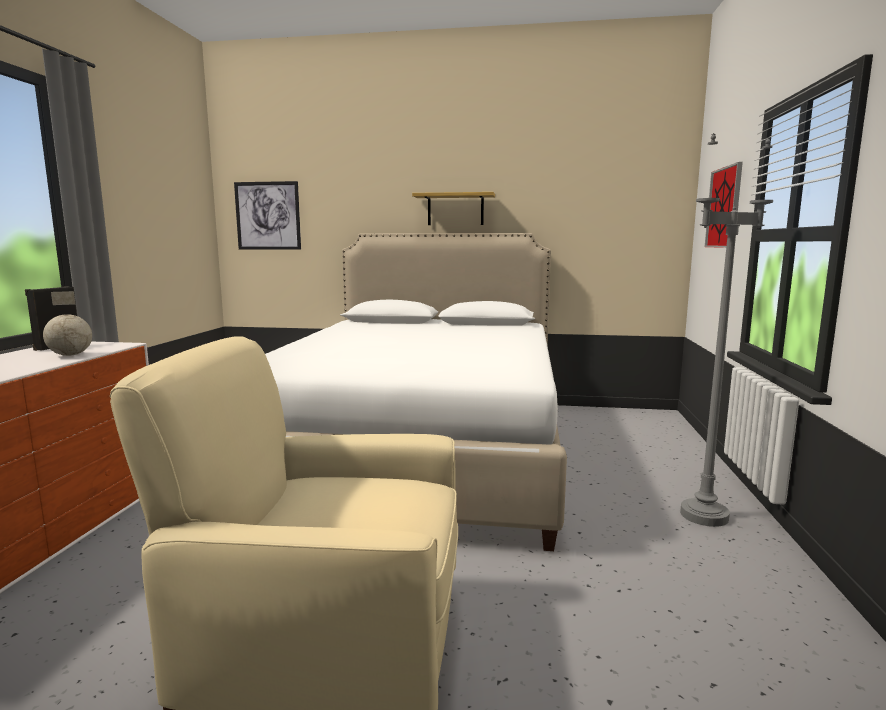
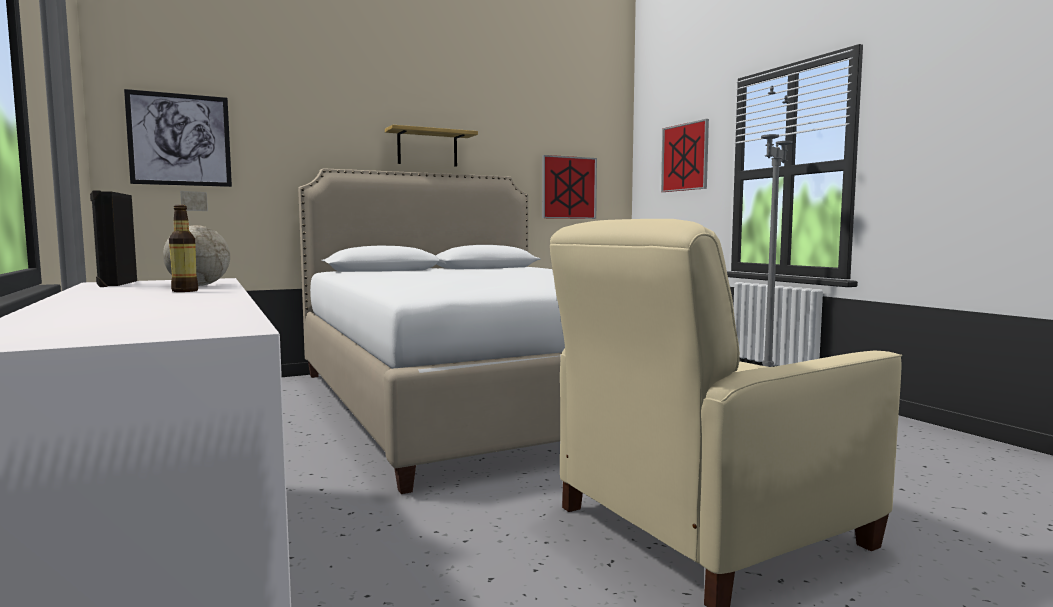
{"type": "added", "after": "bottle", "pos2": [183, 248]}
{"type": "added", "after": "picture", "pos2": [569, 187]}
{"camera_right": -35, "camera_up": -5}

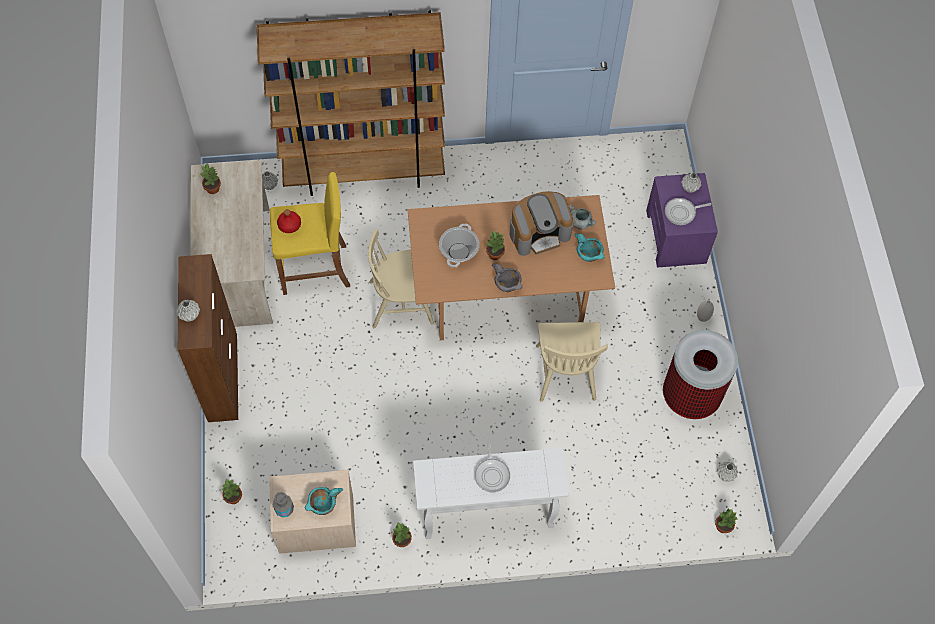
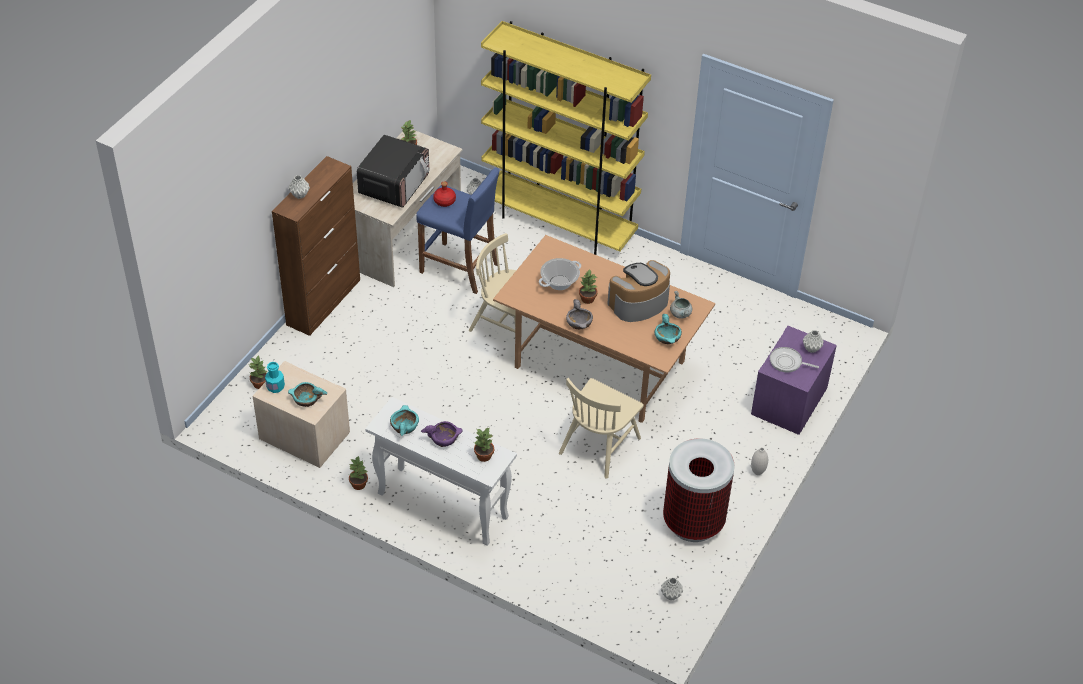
{"type": "recoloured", "before": "bookcase in brown", "after": "bookcase in yellow", "pos1": [351, 103], "pos2": [566, 138]}
{"type": "recoloured", "before": "stool in yellow", "after": "stool in blue", "pos1": [310, 233], "pos2": [457, 230]}
{"type": "recoloured", "before": "bottle in grey", "after": "bottle in turquoise", "pos1": [283, 505], "pos2": [275, 377]}
{"type": "replaced", "before": "frying pan", "after": "bowl in purple", "pos1": [492, 466], "pos2": [441, 434]}
{"type": "turned", "before": "coffee machine", "pos1": [541, 223], "pos2": [639, 291], "turn": 135}
{"type": "moved", "before": "potted plant", "pos1": [726, 521], "pos2": [484, 445]}
{"type": "added", "after": "microwave", "pos2": [393, 171]}
{"type": "added", "after": "bowl in turquoise", "pos2": [404, 420]}
{"camera_right": 35, "camera_up": -15}

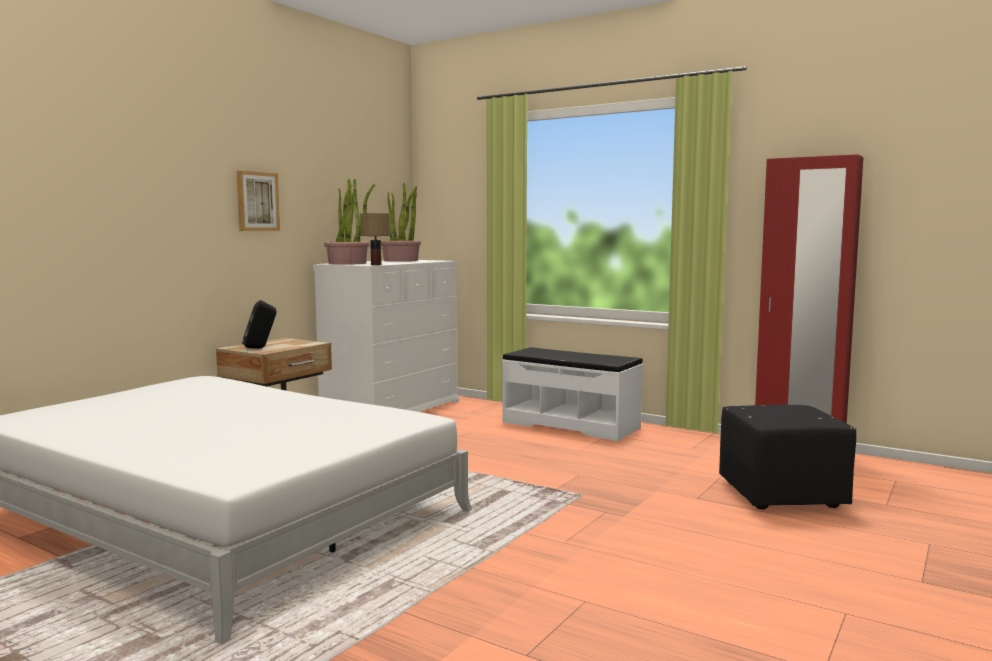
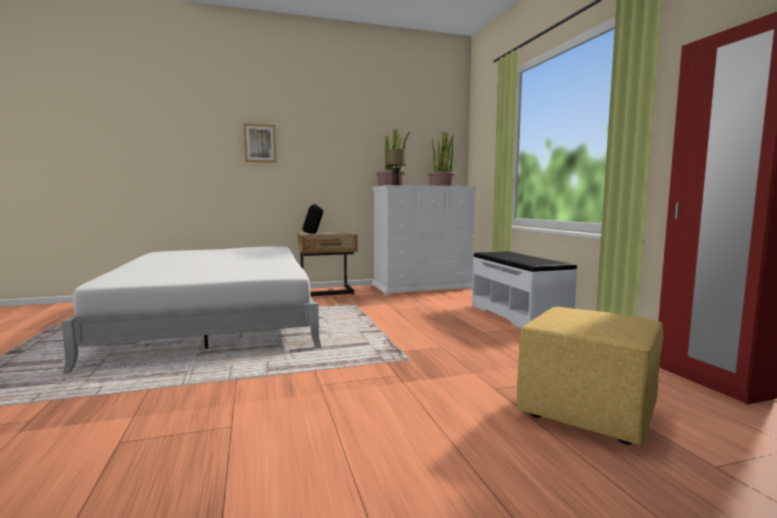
{"type": "moved", "before": "picture", "pos1": [258, 201], "pos2": [259, 143]}
{"type": "recoloured", "before": "ottoman in black", "after": "ottoman in yellow", "pos1": [787, 457], "pos2": [589, 376]}
{"camera_right": 40, "camera_up": 0}

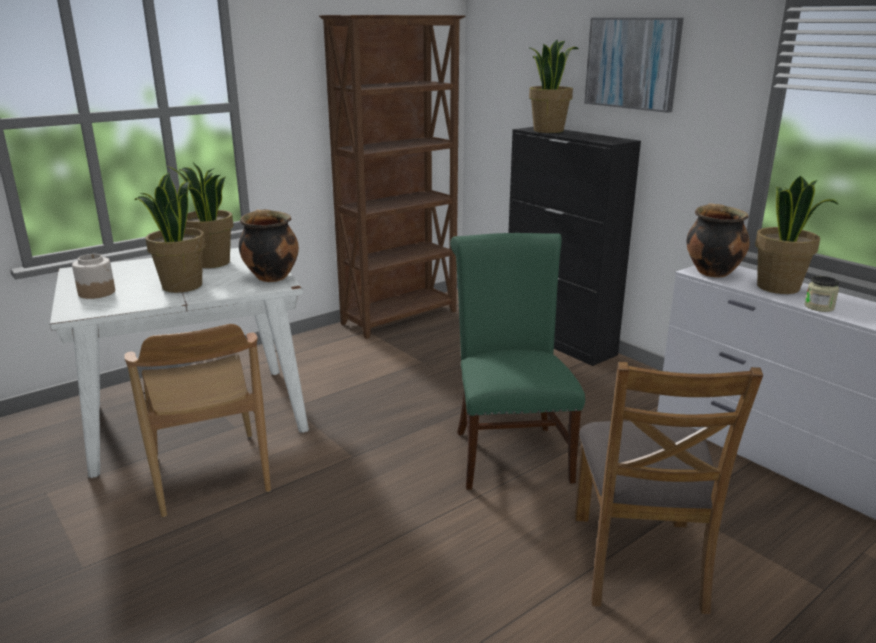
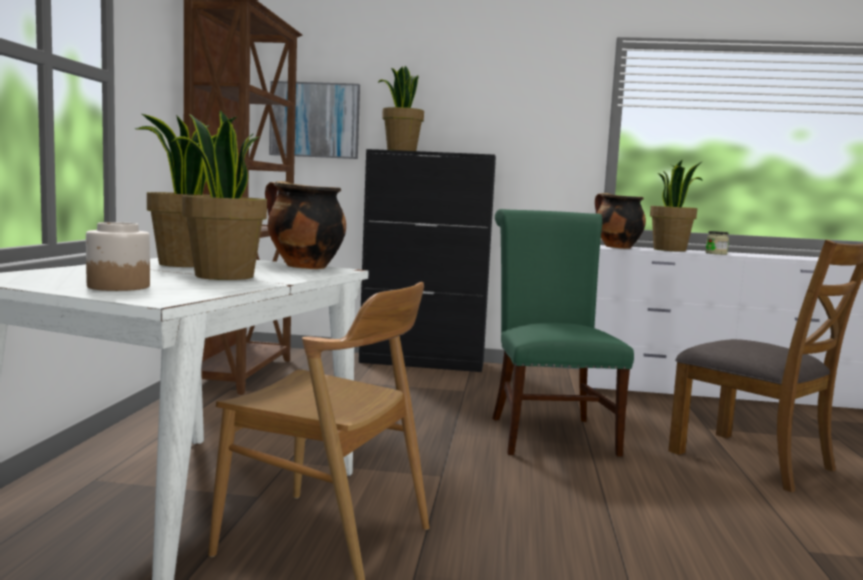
{"type": "turned", "before": "chair in green", "pos1": [517, 361], "pos2": [563, 332], "turn": 45}
{"type": "moved", "before": "picture", "pos1": [634, 65], "pos2": [314, 120]}
{"camera_right": -45, "camera_up": -15}

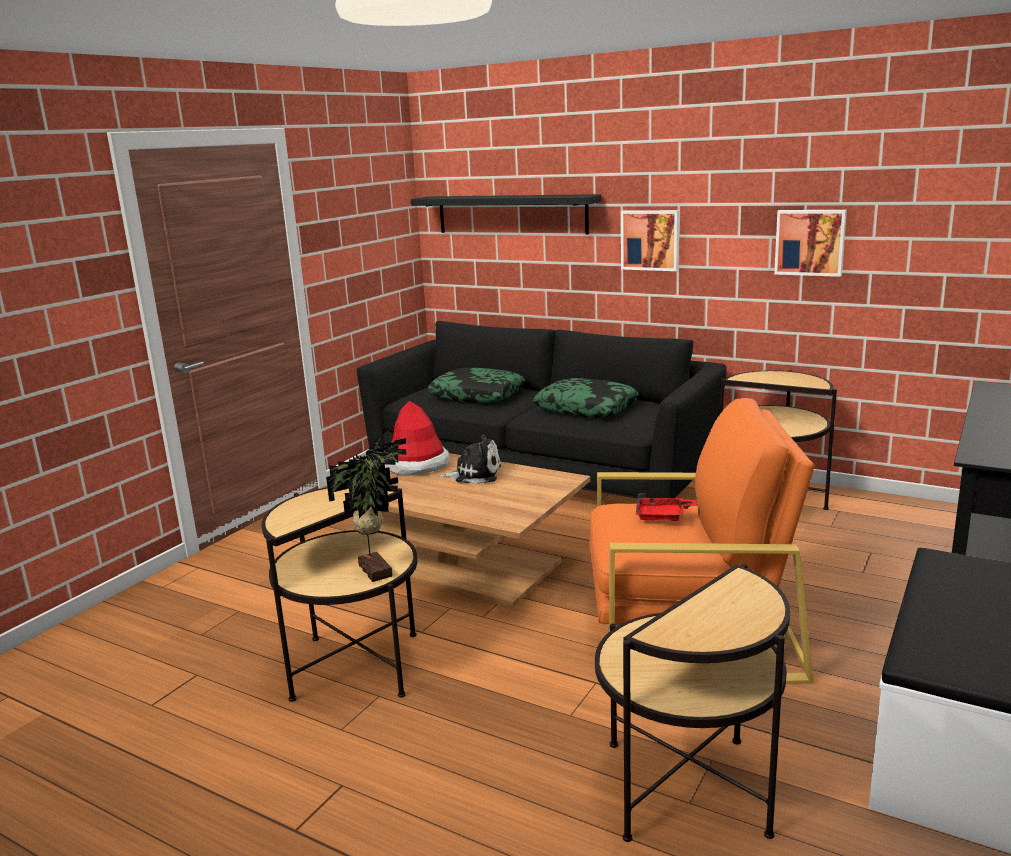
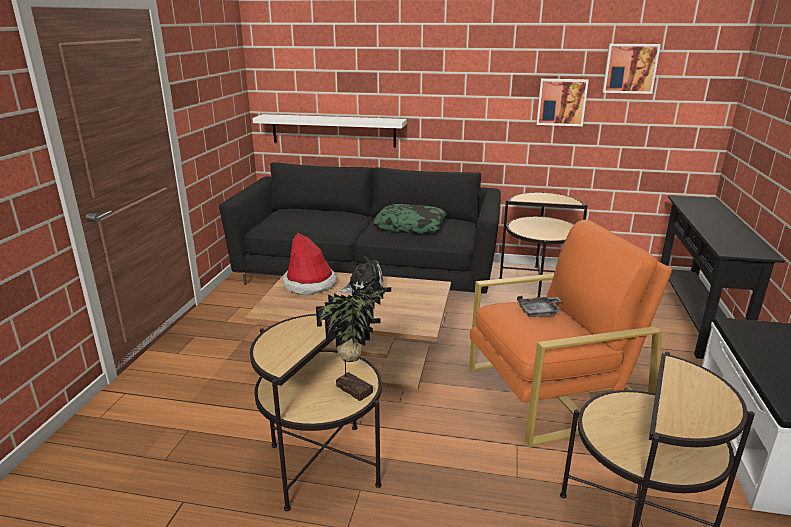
{"type": "removed", "before": "shelf in black", "pos1": [506, 214]}
{"type": "removed", "before": "pillow", "pos1": [476, 385]}
{"type": "moved", "before": "picture", "pos1": [650, 240], "pos2": [631, 69]}
{"type": "recoloured", "before": "tray in red", "after": "tray in grey", "pos1": [666, 507], "pos2": [539, 306]}
{"type": "added", "after": "shelf in white", "pos2": [329, 130]}
{"camera_right": -20, "camera_up": 5}

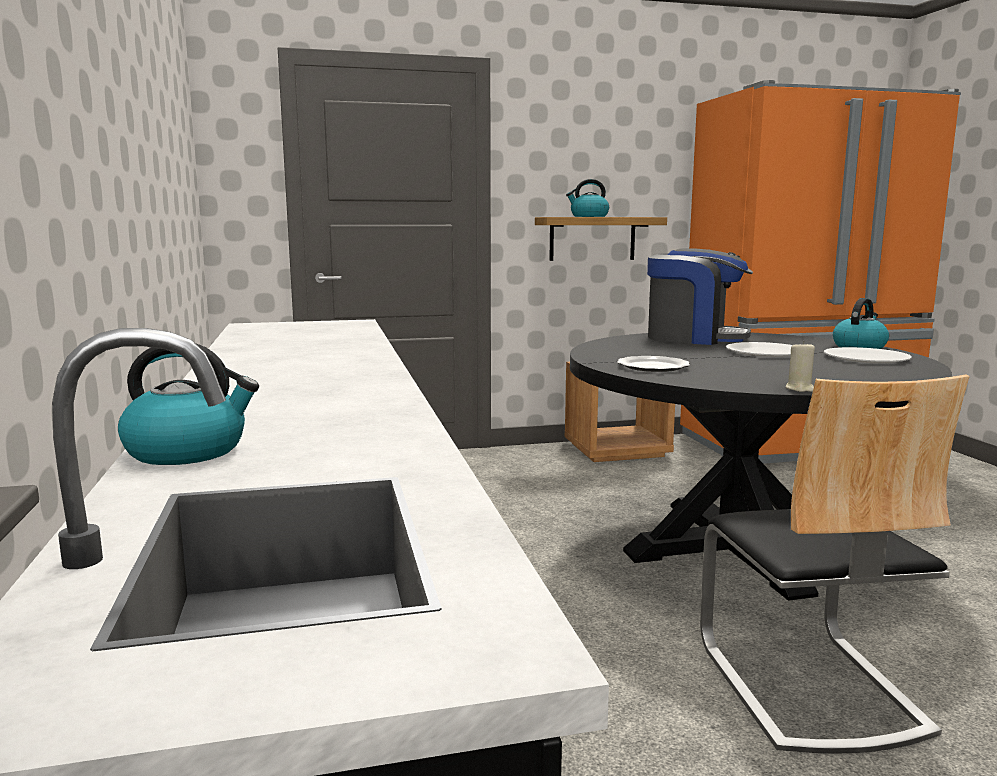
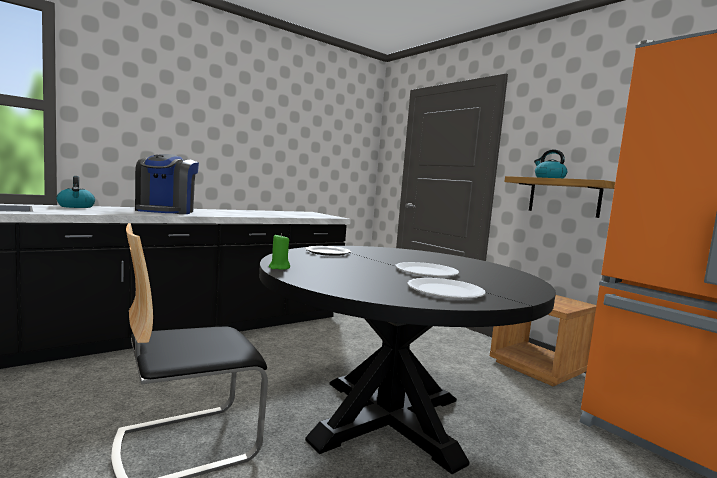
{"type": "moved", "before": "coffee machine", "pos1": [700, 296], "pos2": [167, 184]}
{"type": "recoloured", "before": "candle in beige", "after": "candle in green", "pos1": [800, 366], "pos2": [279, 252]}
{"type": "removed", "before": "kettle", "pos1": [861, 323]}
{"camera_right": 65, "camera_up": -5}

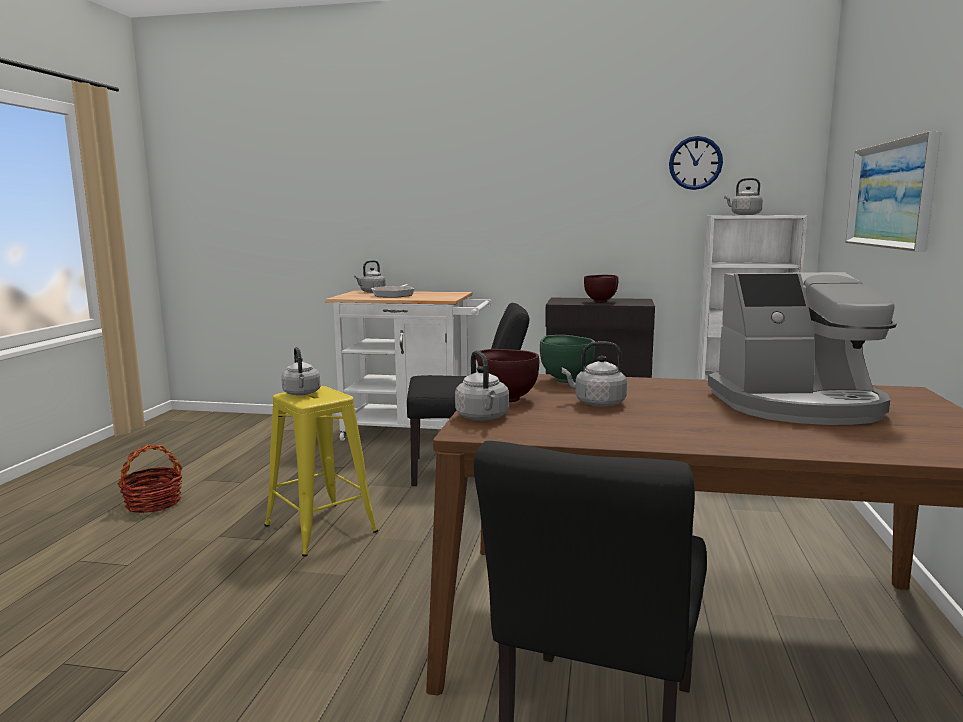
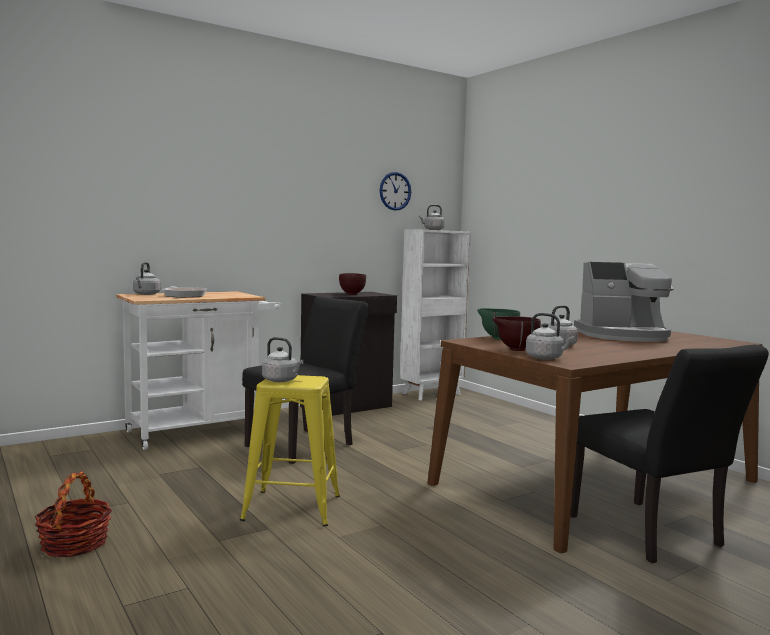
{"type": "turned", "before": "coffee machine", "pos1": [802, 348], "pos2": [624, 302], "turn": 45}
{"type": "removed", "before": "picture", "pos1": [893, 191]}
{"camera_right": -45, "camera_up": -5}

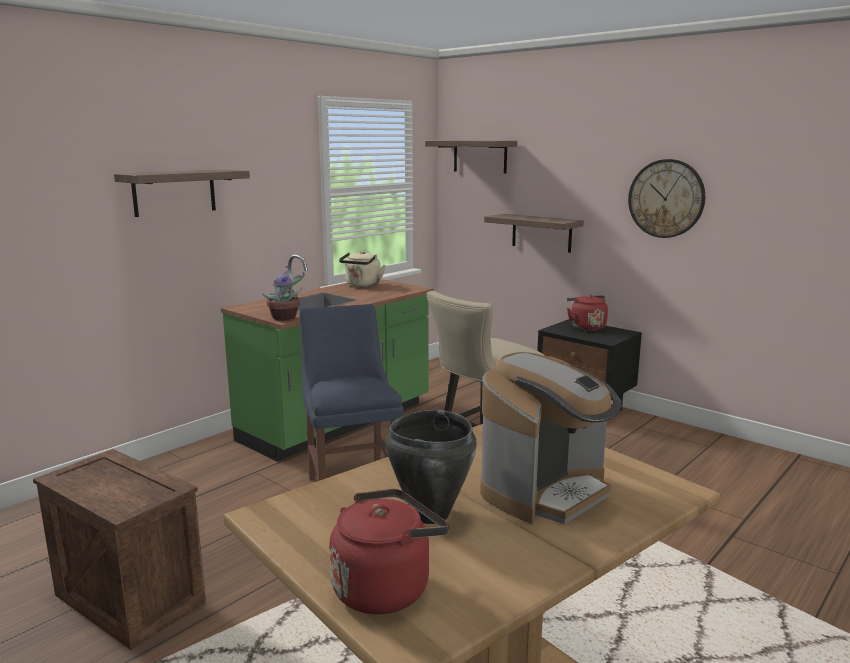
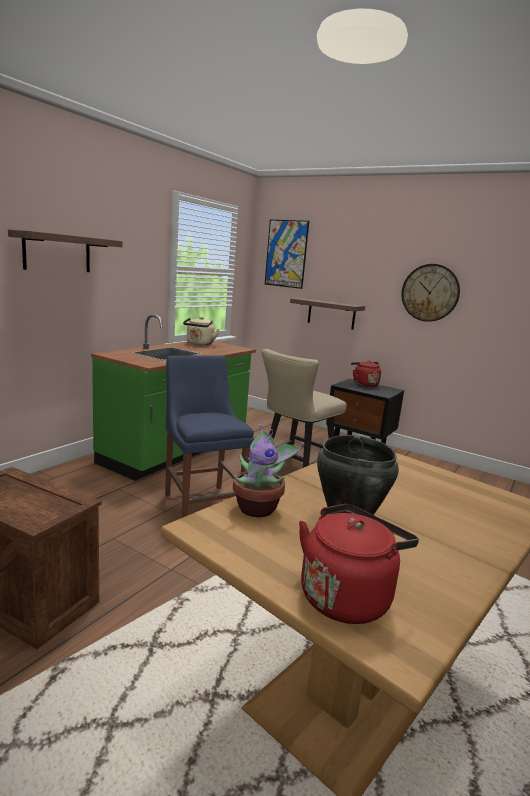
{"type": "moved", "before": "potted plant", "pos1": [283, 293], "pos2": [269, 470]}
{"type": "replaced", "before": "shelf", "after": "picture", "pos1": [471, 157], "pos2": [287, 254]}
{"type": "removed", "before": "coffee machine", "pos1": [551, 438]}
{"camera_right": -10, "camera_up": 0}

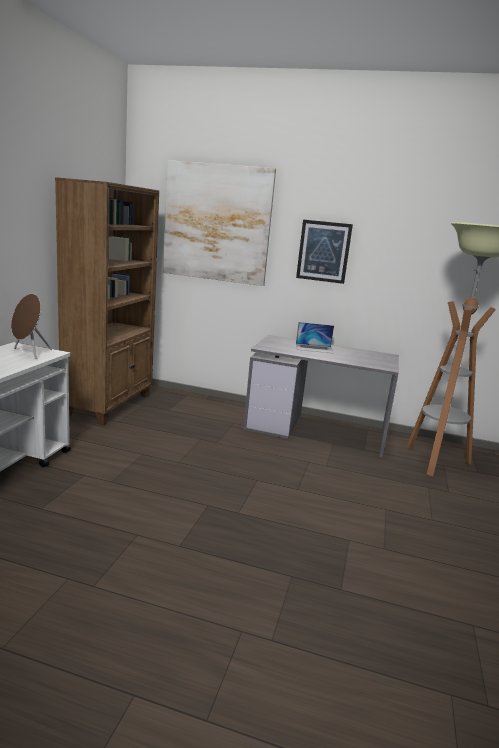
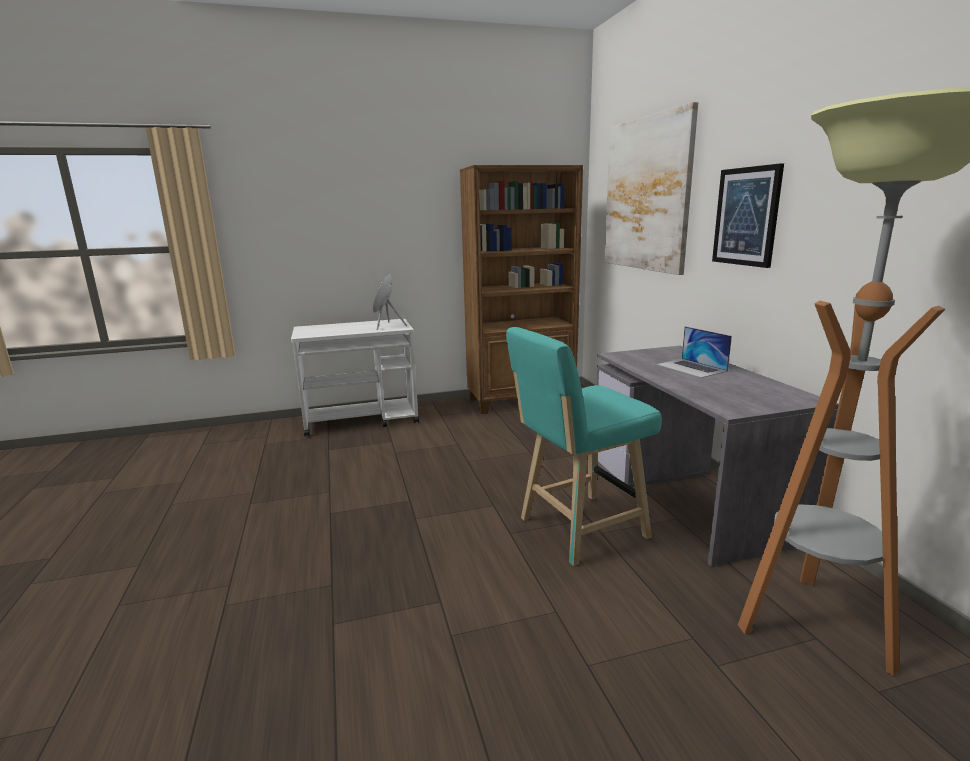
{"type": "added", "after": "stool in turquoise", "pos2": [584, 446]}
{"camera_right": 60, "camera_up": 0}

